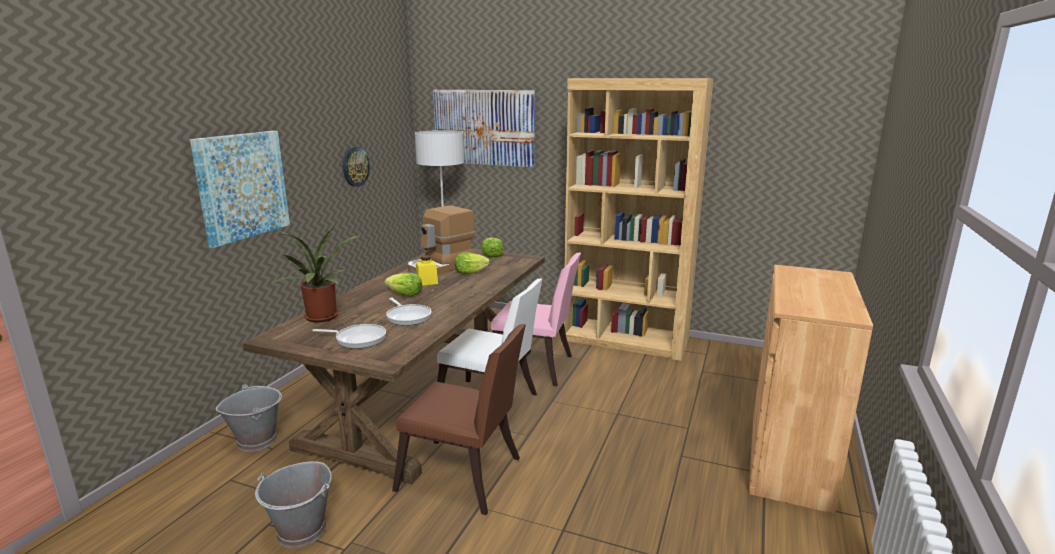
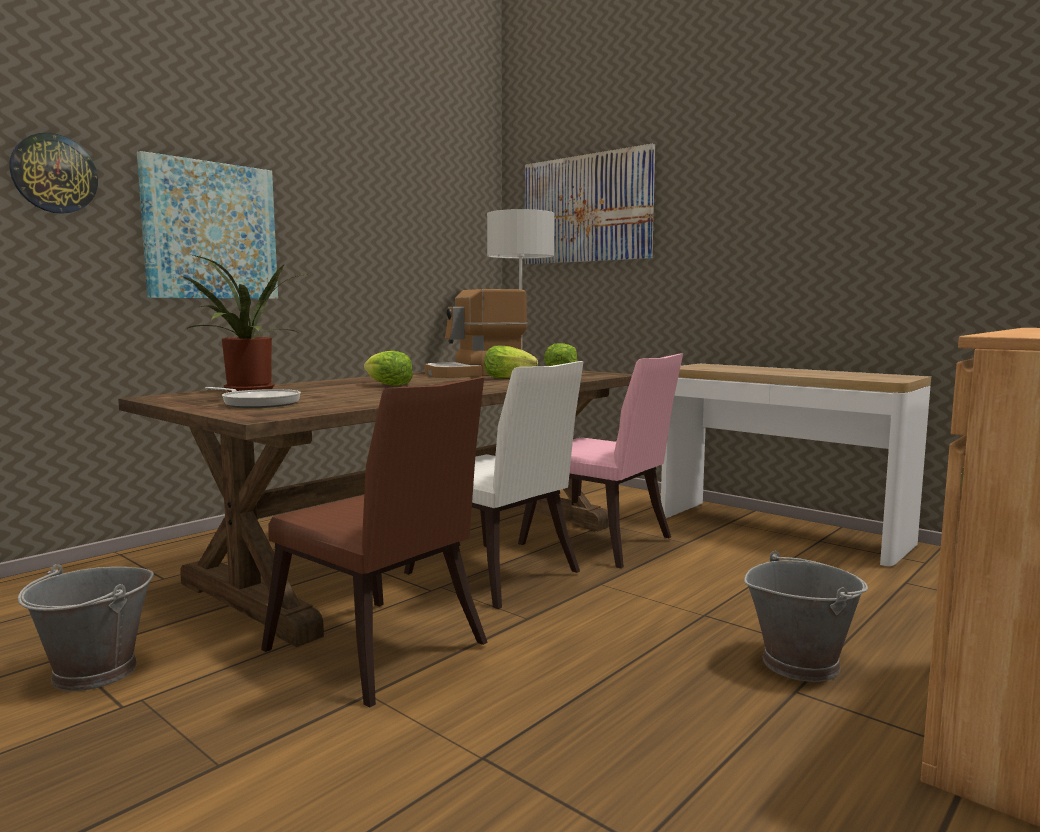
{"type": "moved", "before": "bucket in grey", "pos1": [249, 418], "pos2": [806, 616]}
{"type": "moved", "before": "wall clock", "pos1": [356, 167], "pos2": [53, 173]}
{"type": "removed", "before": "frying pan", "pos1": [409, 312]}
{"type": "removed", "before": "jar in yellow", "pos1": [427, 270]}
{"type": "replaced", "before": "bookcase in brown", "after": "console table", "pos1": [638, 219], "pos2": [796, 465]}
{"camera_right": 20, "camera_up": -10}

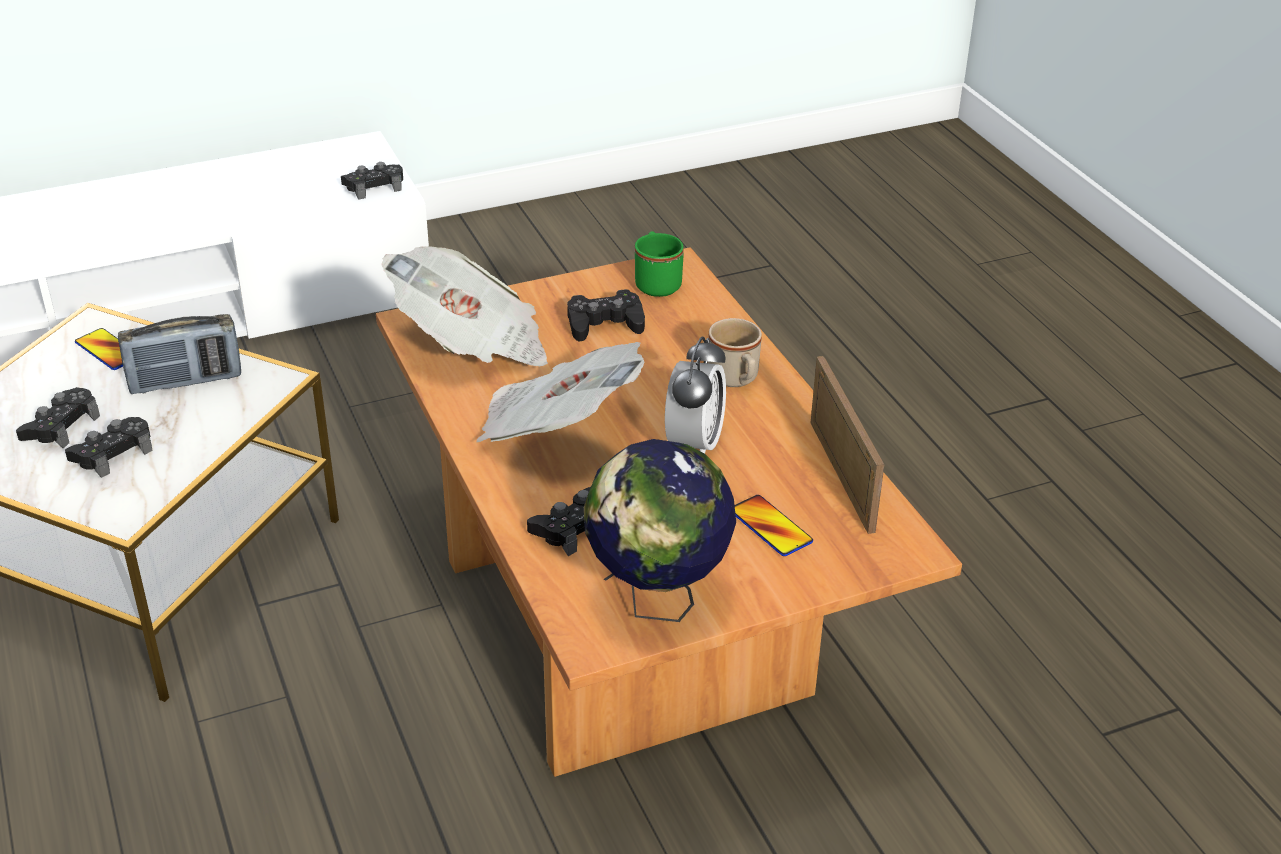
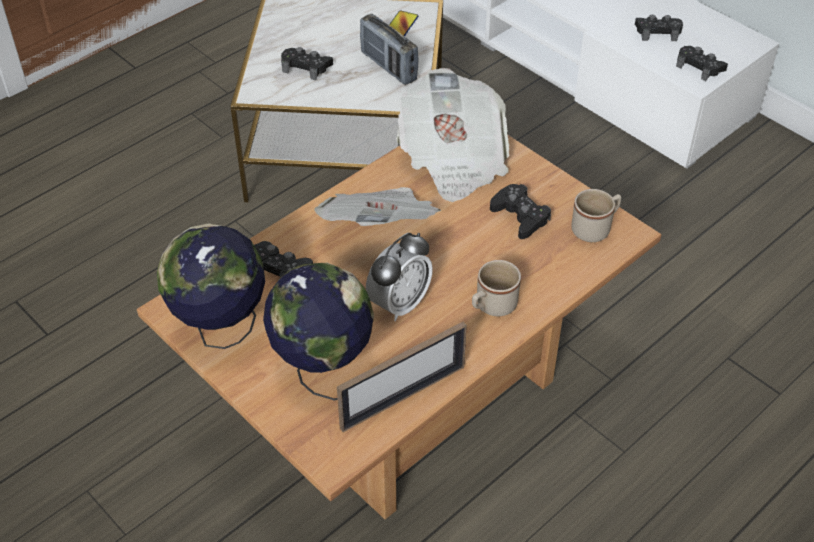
{"type": "moved", "before": "game controller in black", "pos1": [58, 417], "pos2": [659, 28]}
{"type": "recoloured", "before": "mug in green", "after": "mug in beige", "pos1": [659, 264], "pos2": [596, 215]}
{"type": "turned", "before": "alarm clock", "pos1": [695, 395], "pos2": [399, 277], "turn": -45}
{"type": "replaced", "before": "phone", "after": "globe", "pos1": [774, 525], "pos2": [318, 332]}
{"camera_right": 70, "camera_up": 10}

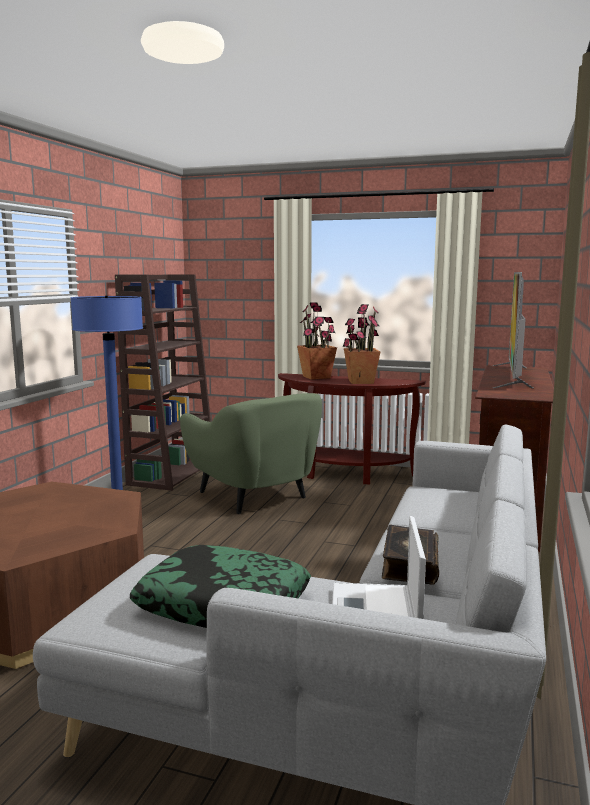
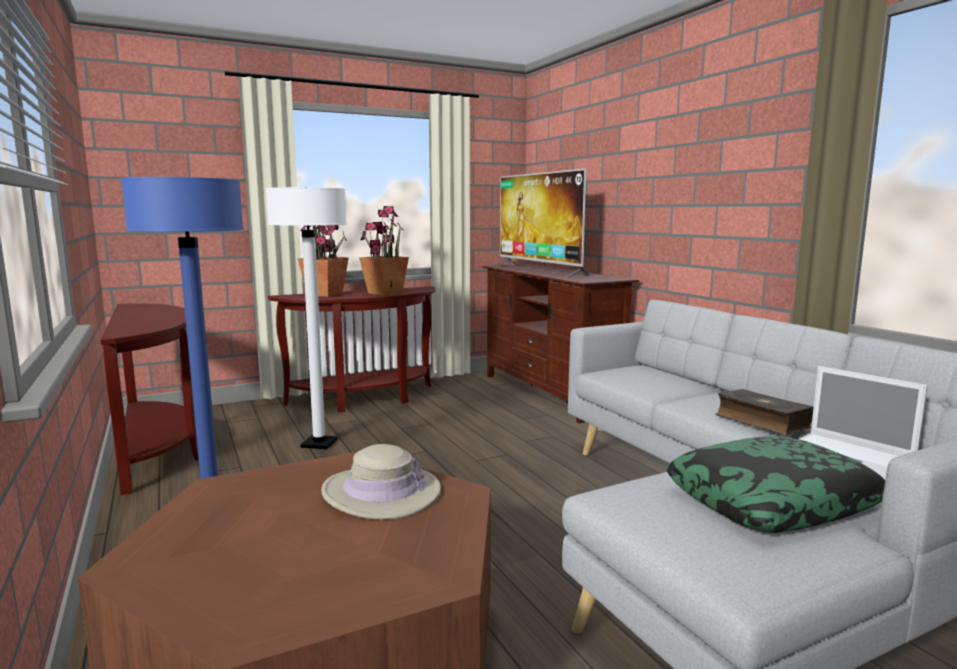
{"type": "replaced", "before": "bookcase in brown", "after": "console table in brown", "pos1": [163, 382], "pos2": [149, 399]}
{"type": "replaced", "before": "armchair in green", "after": "floor lamp in white", "pos1": [251, 453], "pos2": [306, 318]}
{"type": "added", "after": "hat in beige", "pos2": [381, 482]}
{"camera_right": -45, "camera_up": 0}

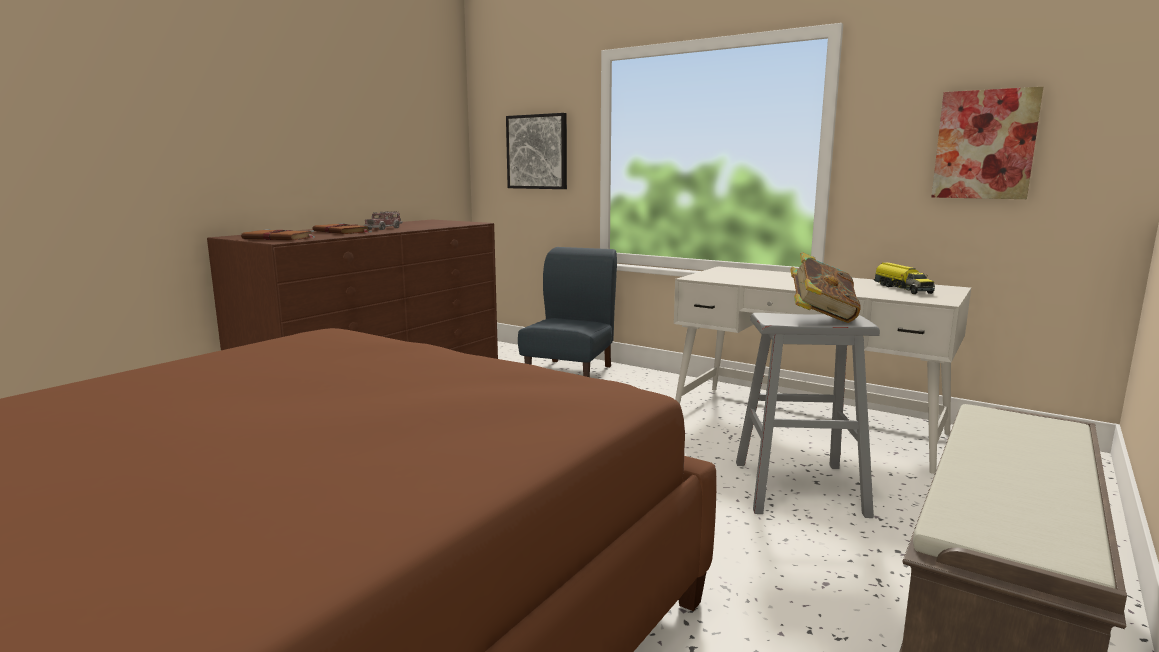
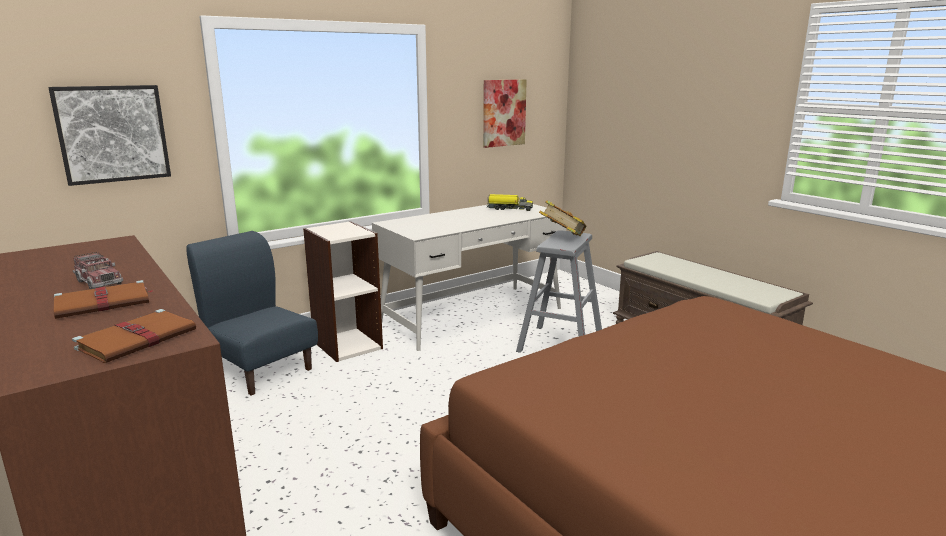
{"type": "added", "after": "bookcase", "pos2": [343, 291]}
{"camera_right": -70, "camera_up": 5}

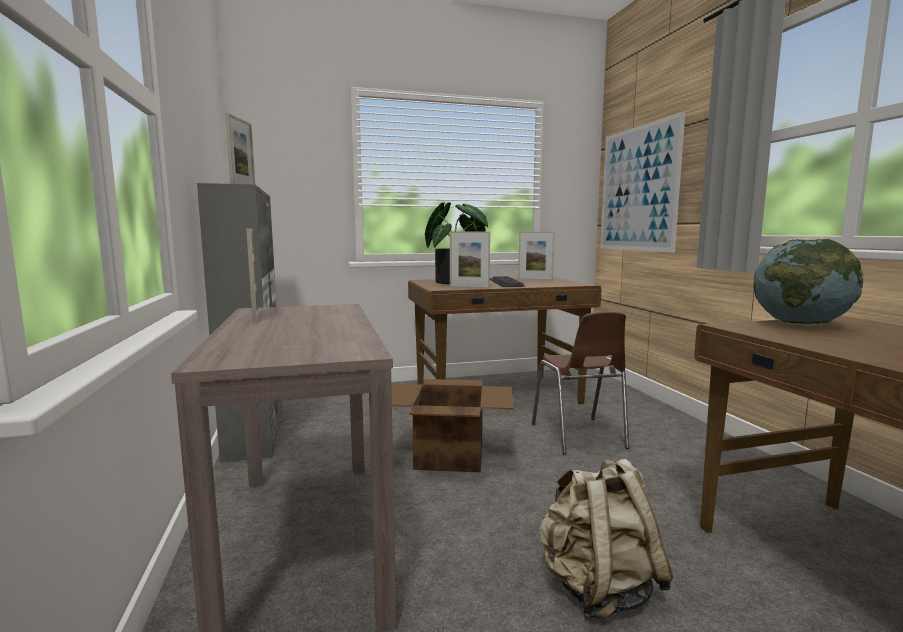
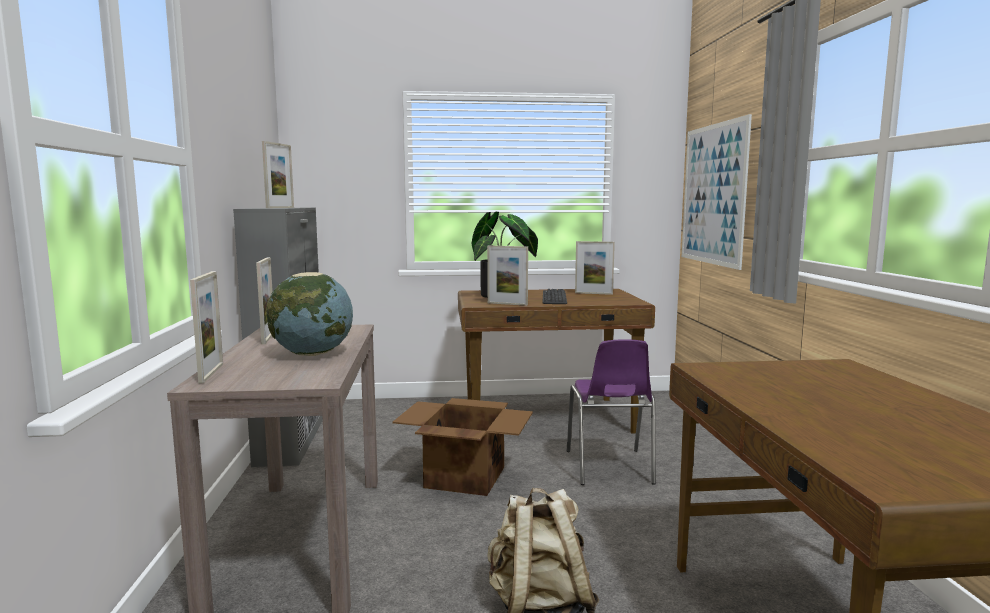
{"type": "recoloured", "before": "chair in brown", "after": "chair in purple", "pos1": [580, 383], "pos2": [611, 412]}
{"type": "moved", "before": "globe", "pos1": [808, 281], "pos2": [309, 314]}
{"type": "added", "after": "picture frame", "pos2": [206, 327]}
{"camera_right": 10, "camera_up": 0}

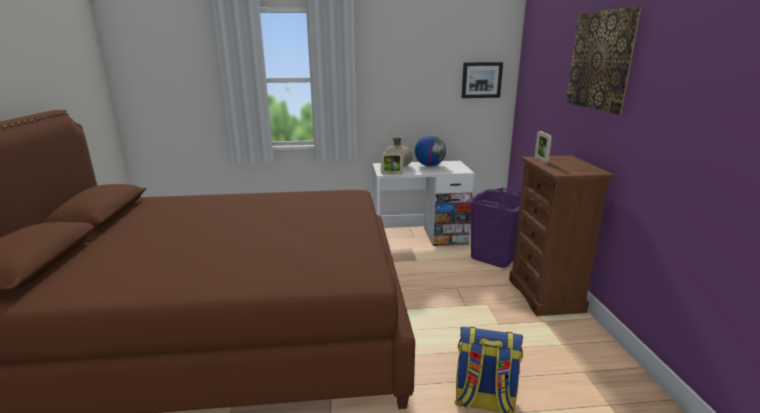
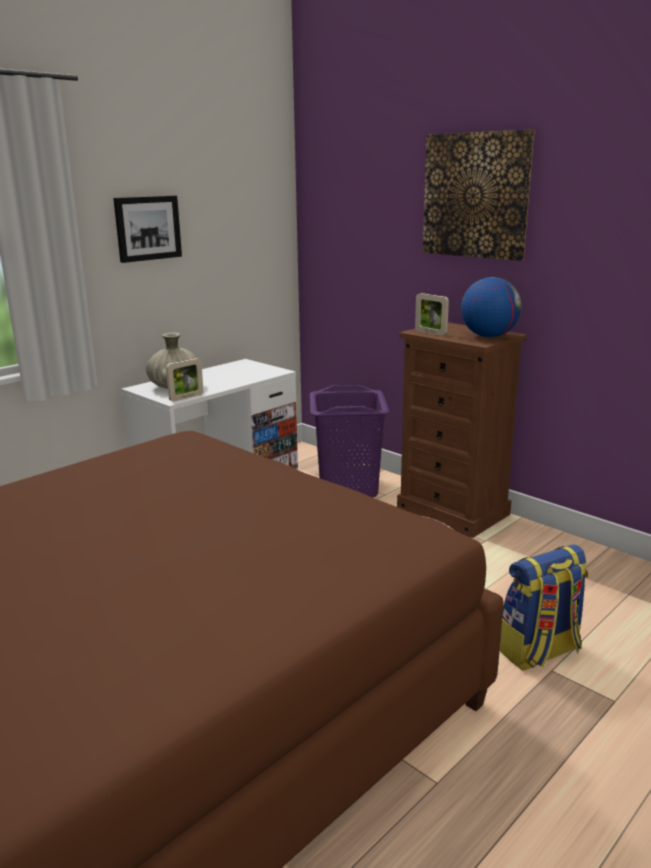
{"type": "moved", "before": "globe", "pos1": [430, 151], "pos2": [491, 307]}
{"type": "moved", "before": "picture", "pos1": [482, 80], "pos2": [147, 229]}
{"camera_right": -40, "camera_up": 0}

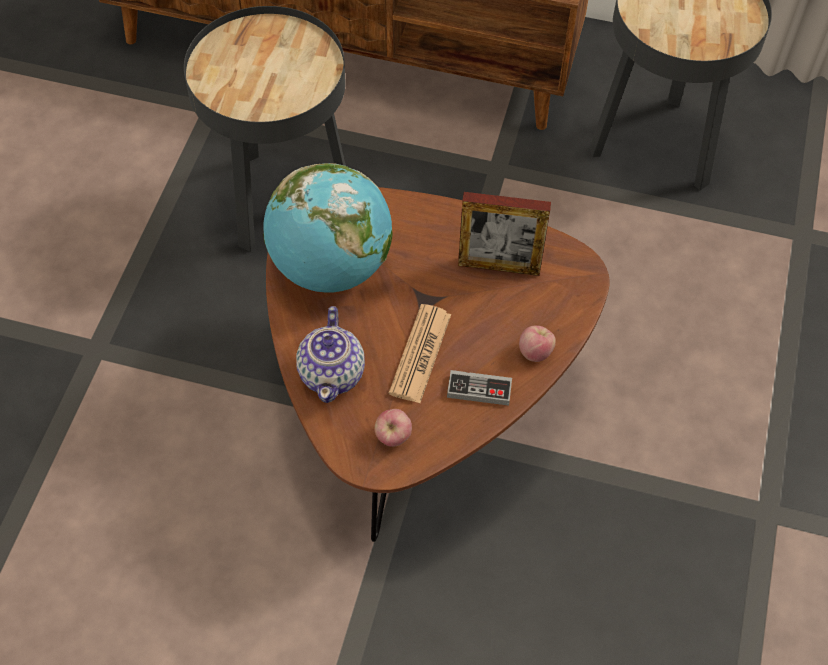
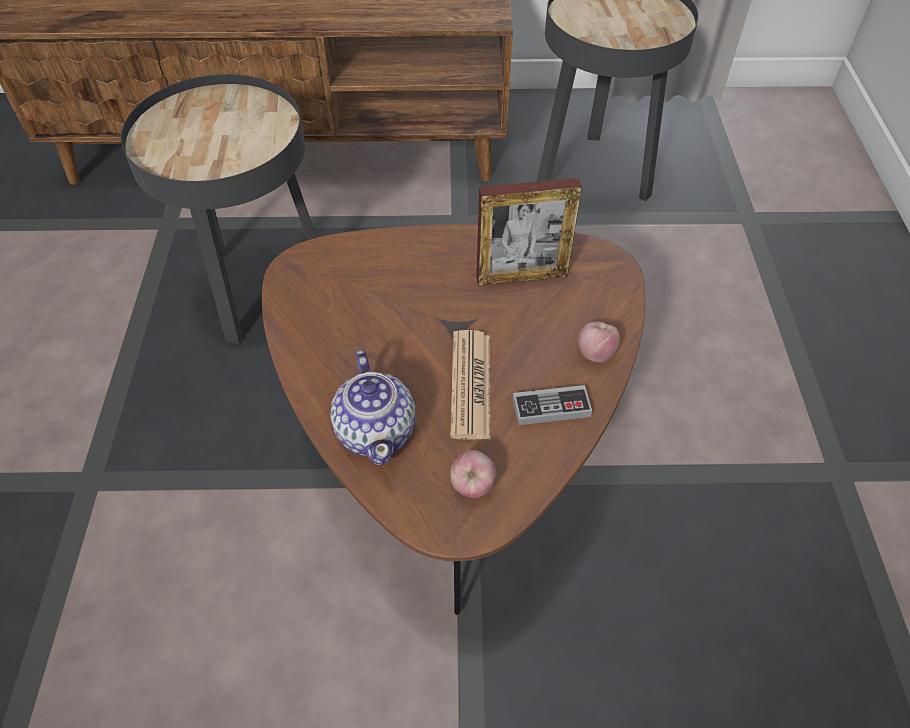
{"type": "removed", "before": "globe", "pos1": [328, 228]}
{"camera_right": -15, "camera_up": -5}

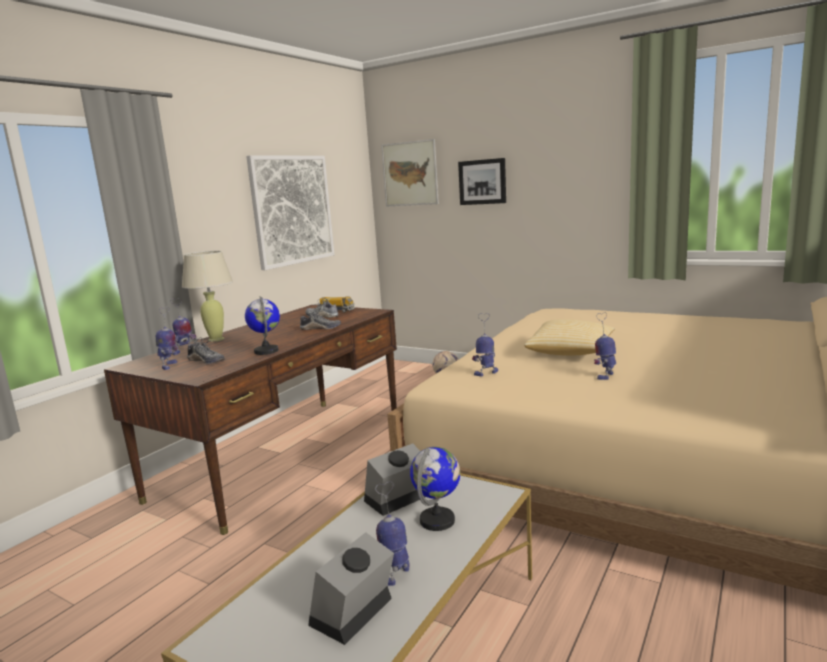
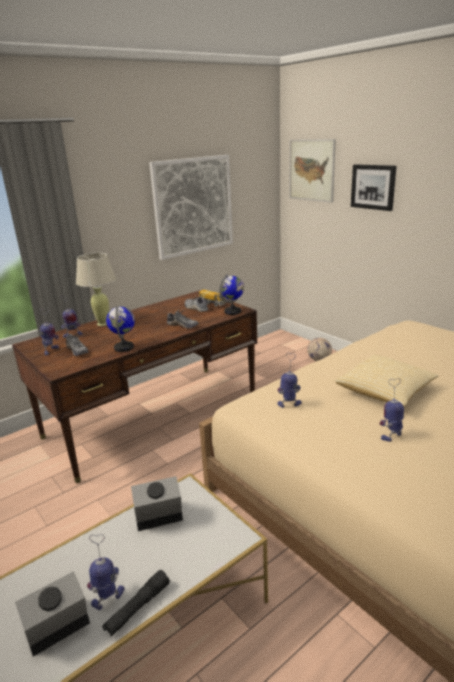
{"type": "moved", "before": "globe", "pos1": [435, 489], "pos2": [231, 294]}
{"type": "added", "after": "flashlight in black", "pos2": [136, 603]}
{"camera_right": 20, "camera_up": 10}

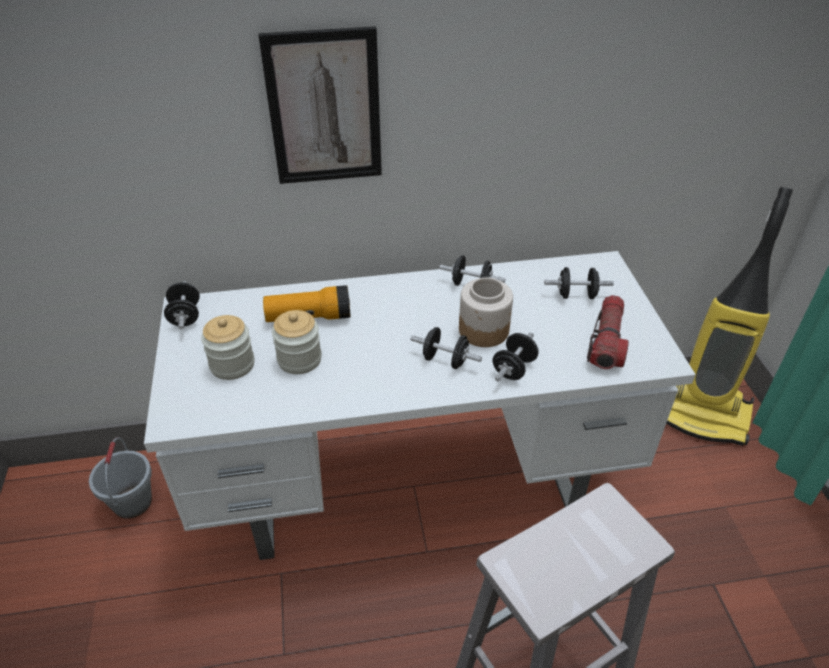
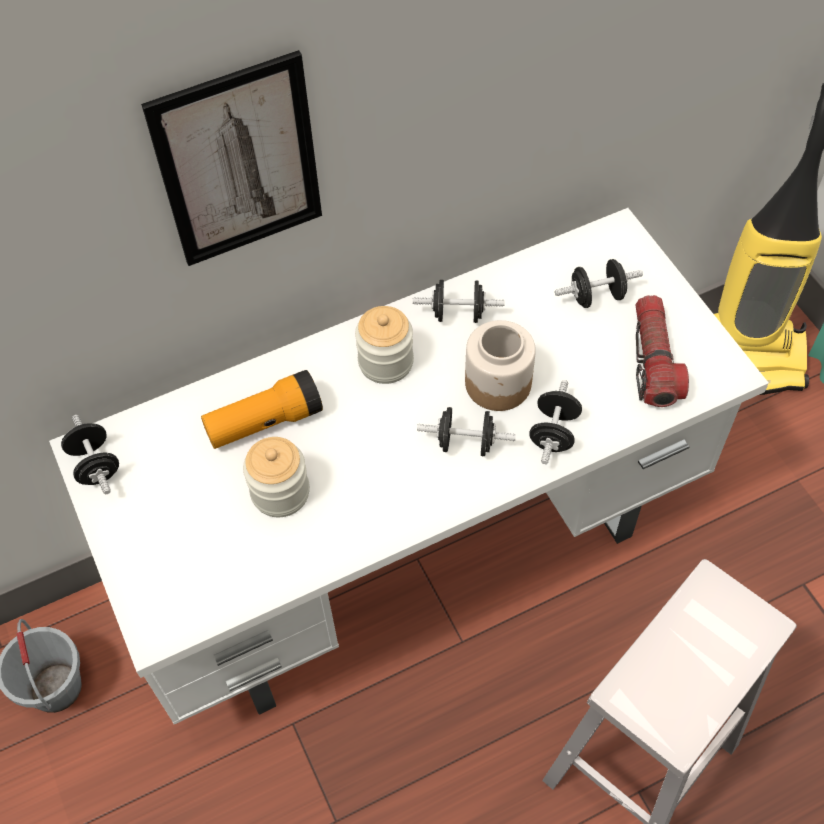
{"type": "moved", "before": "jar", "pos1": [227, 347], "pos2": [384, 345]}
{"camera_right": -15, "camera_up": 15}

